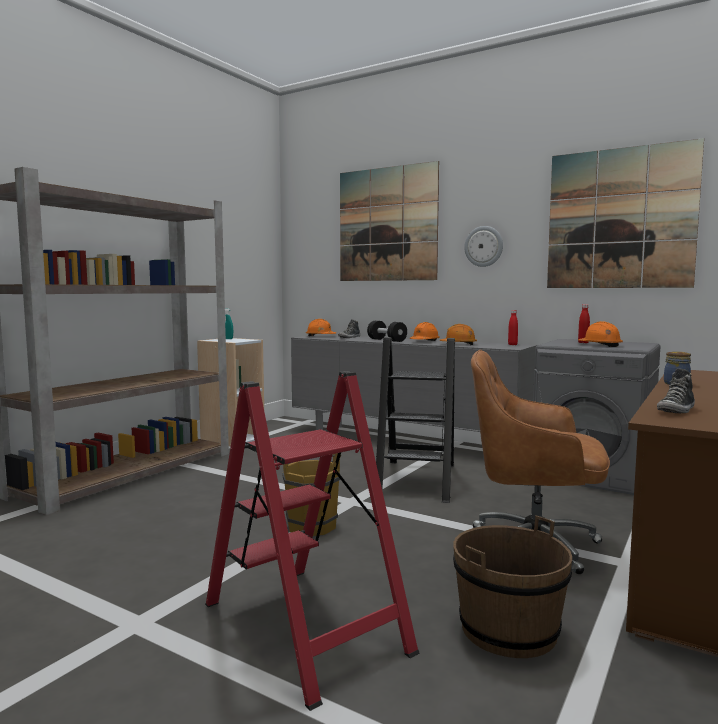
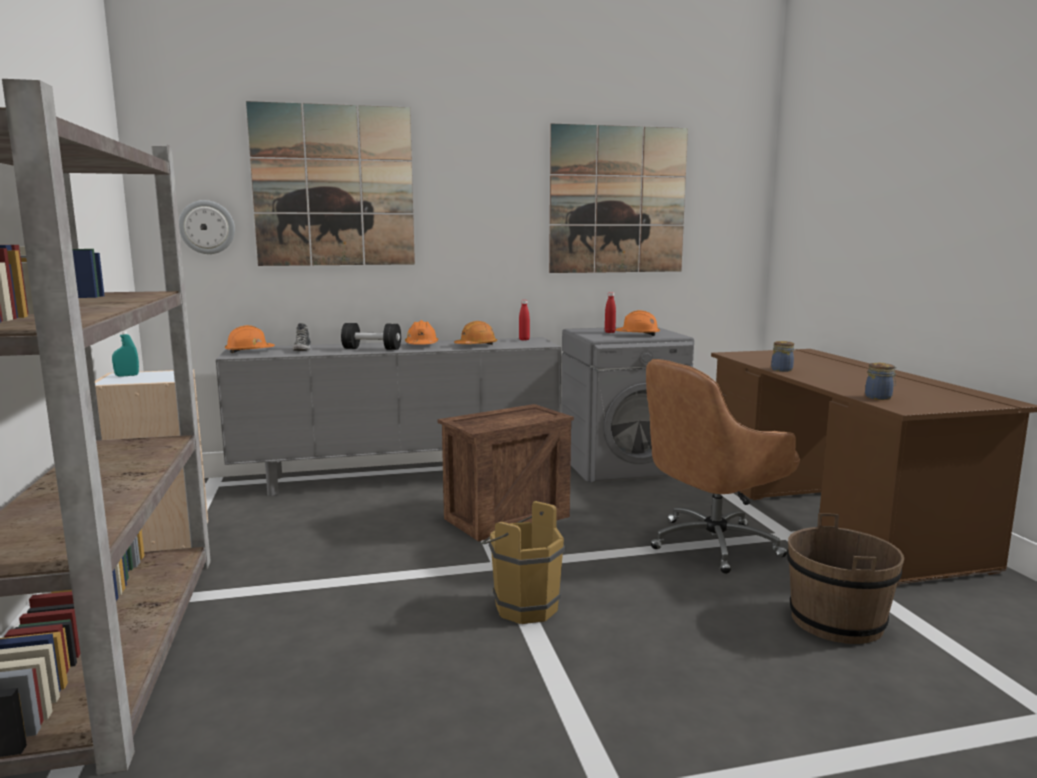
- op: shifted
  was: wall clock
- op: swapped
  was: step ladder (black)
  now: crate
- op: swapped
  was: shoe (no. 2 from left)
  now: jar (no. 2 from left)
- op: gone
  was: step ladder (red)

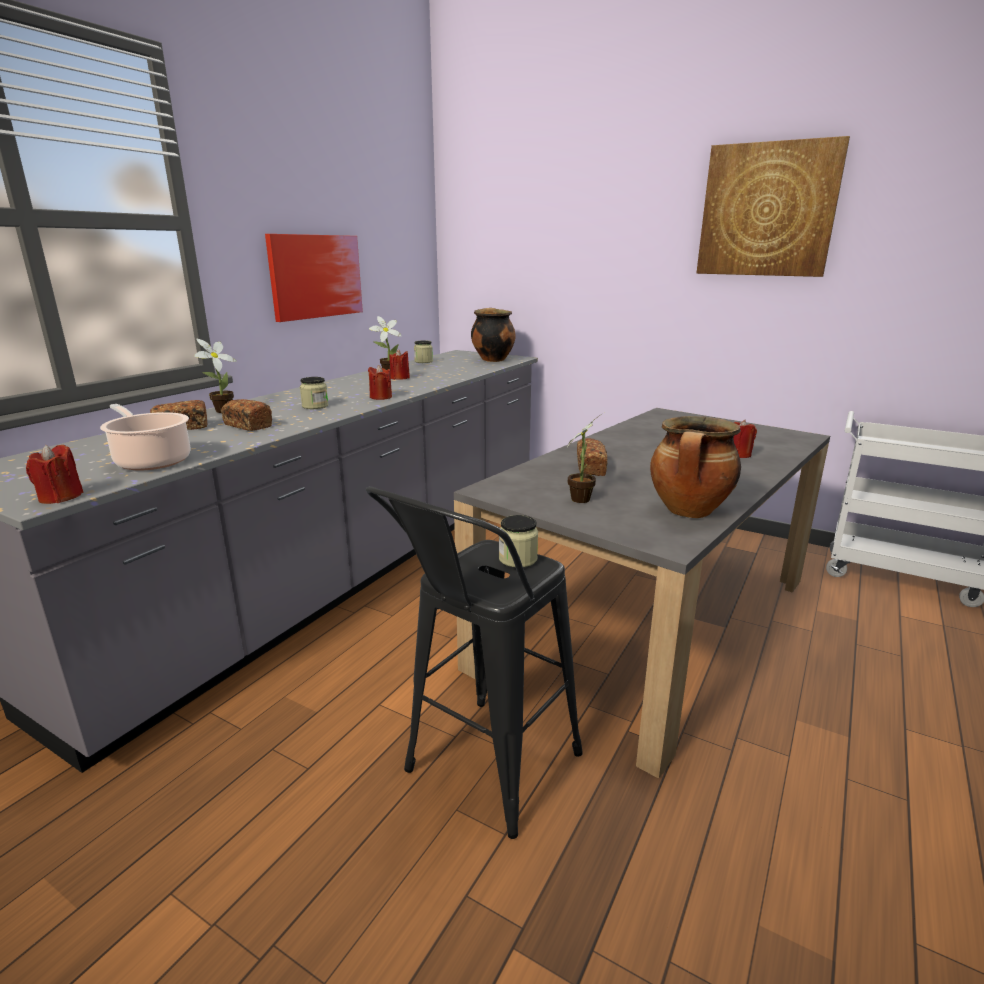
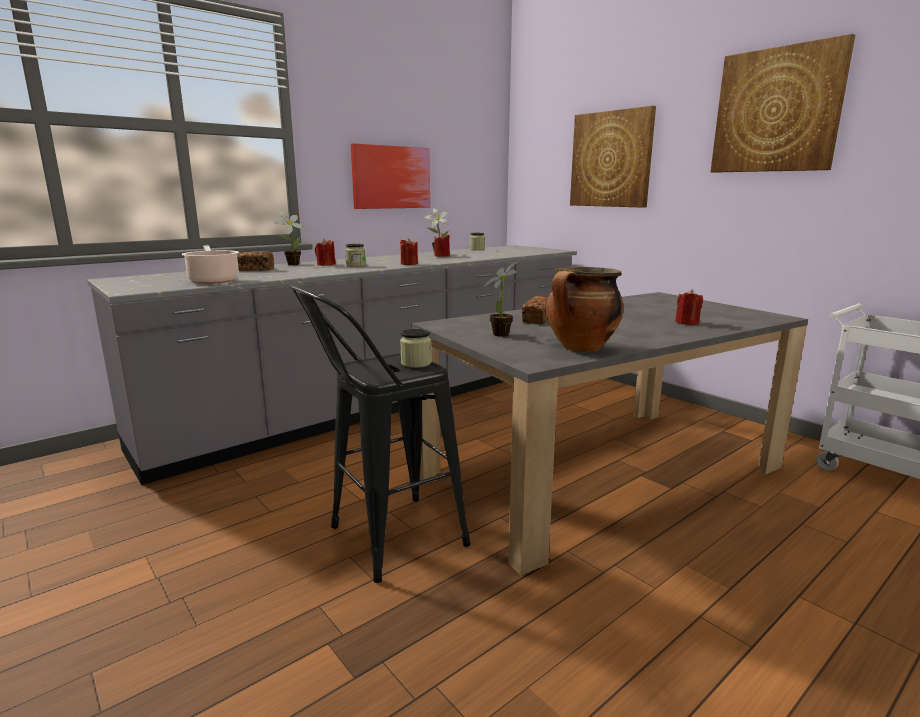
- op: shifted
  was: candle (red) (no. 1 from left)
- op: new
  now: picture (no. 2 from left)
- op: gone
  was: bread (no. 2 from left)
- op: gone
  was: cooking pot (no. 2 from left)

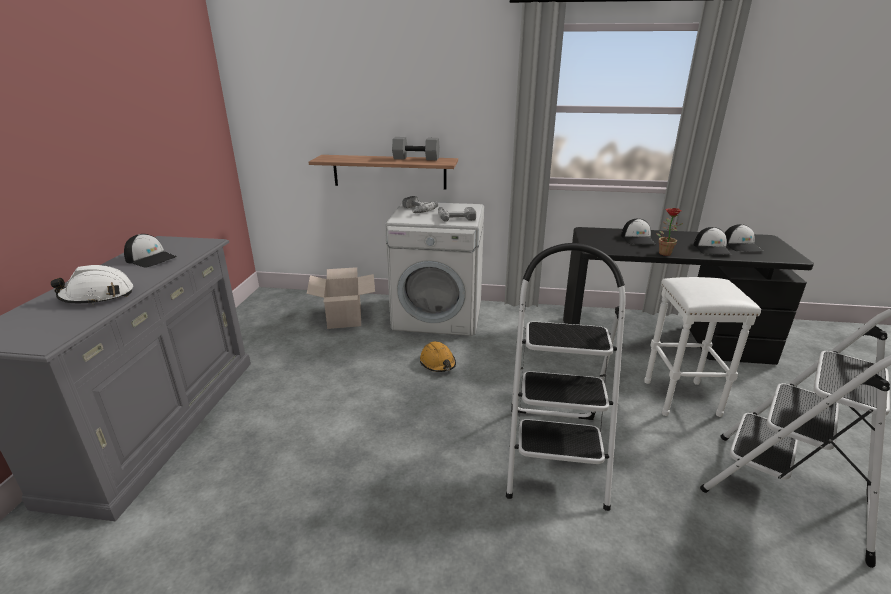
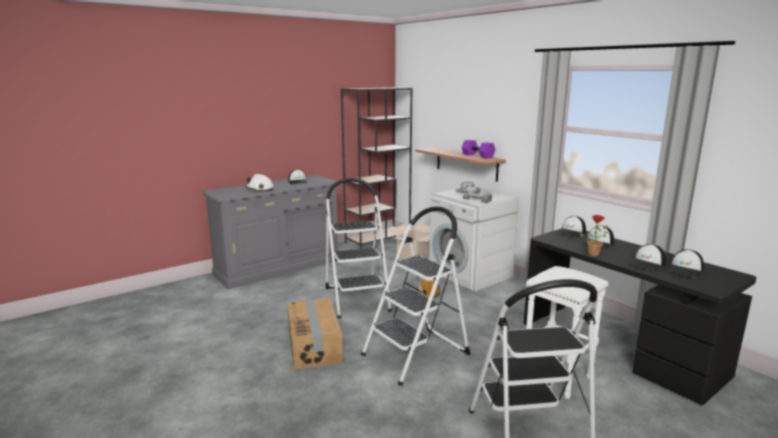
- op: new
  now: cardboard box (no. 1 from left)
- op: new
  now: step ladder (no. 1 from left)
- op: new
  now: bookcase
- op: repainted
  was: dumbbell (grey)
  now: dumbbell (purple)
- op: new
  now: cap (no. 2 from left)

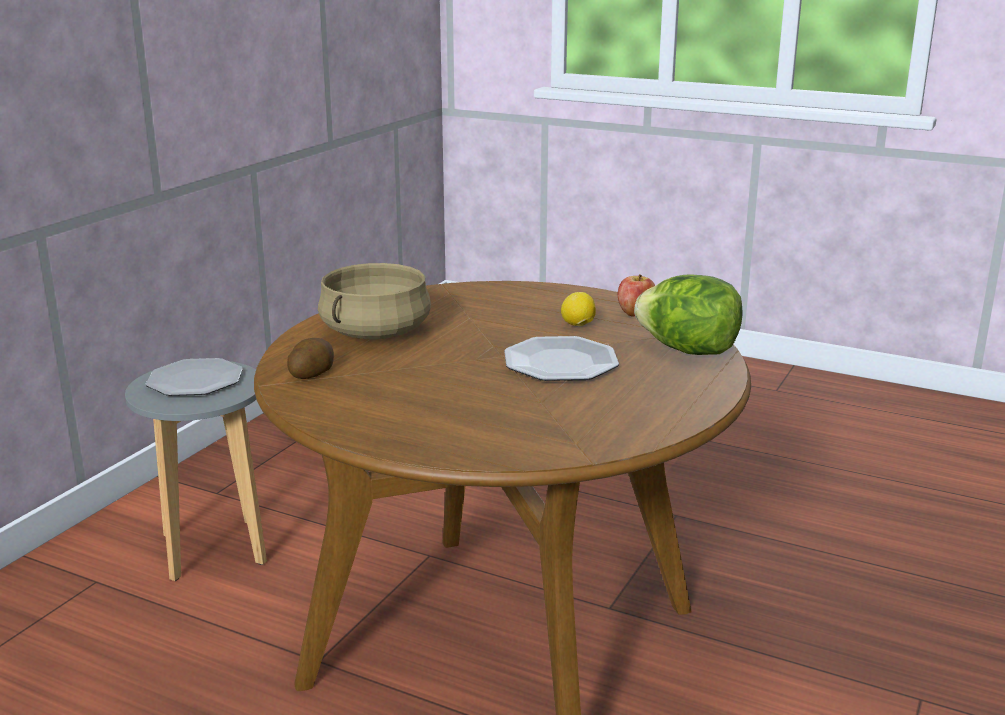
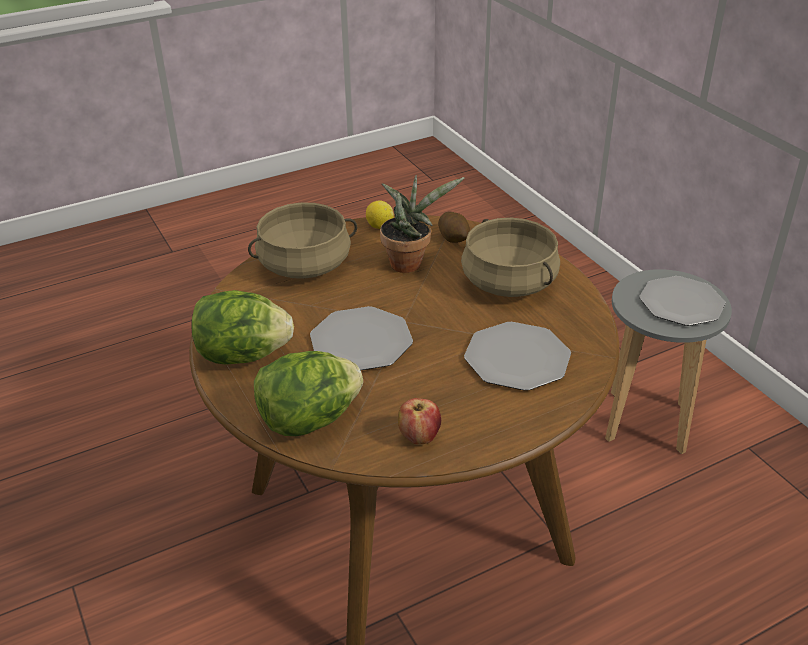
- op: new
  now: lettuce (no. 1 from left)
- op: new
  now: cooking pot (beige) (no. 1 from left)
- op: shifted
  was: lemon
- op: new
  now: potted plant
- op: new
  now: plate (no. 2 from left)

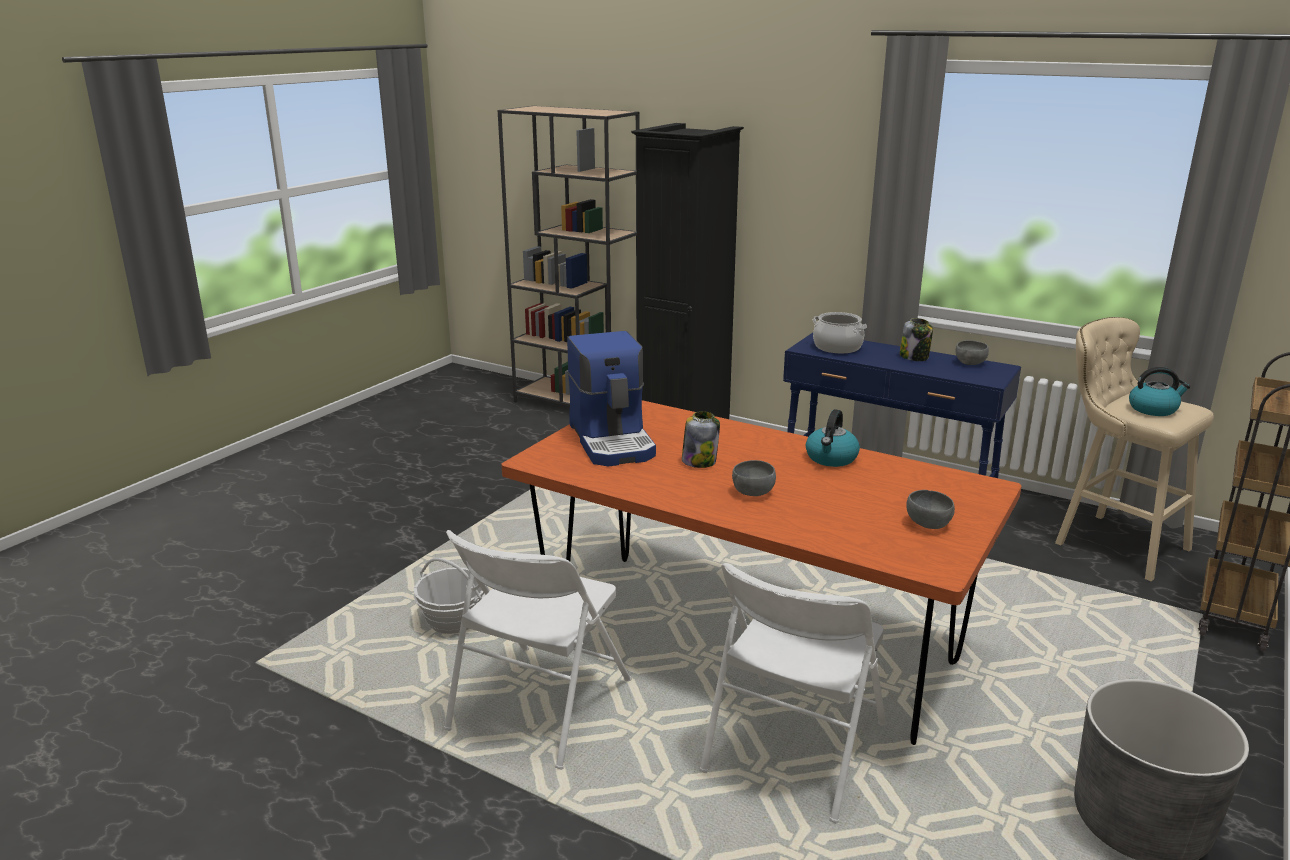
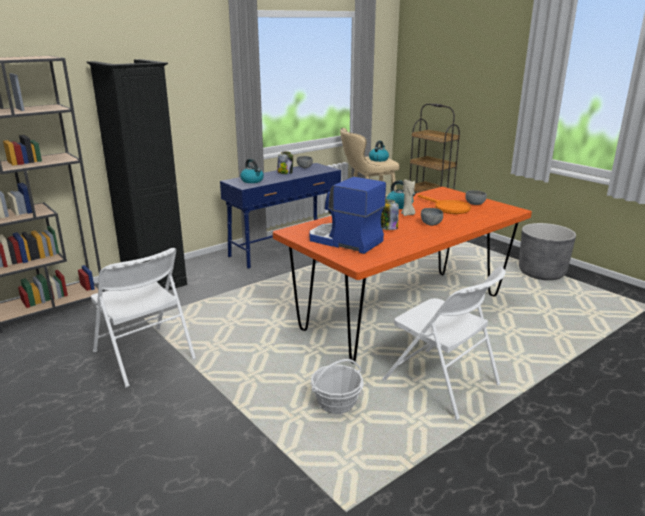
- op: shifted
  was: chair (white) (no. 2 from left in the first image)
  now: chair (white) (no. 1 from left)
- op: swapped
  was: cooking pot
  now: kettle (no. 1 from left)
- op: rotated
  was: coffee machine
  clockwise: -150
- op: new
  now: candle (beige)
- op: new
  now: frying pan (orange)

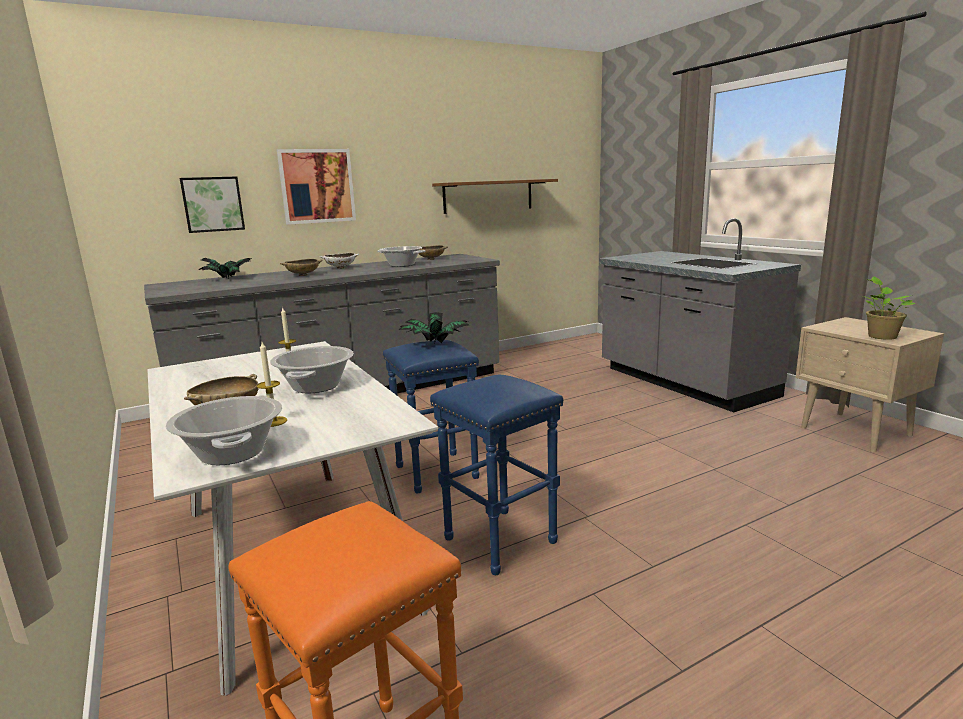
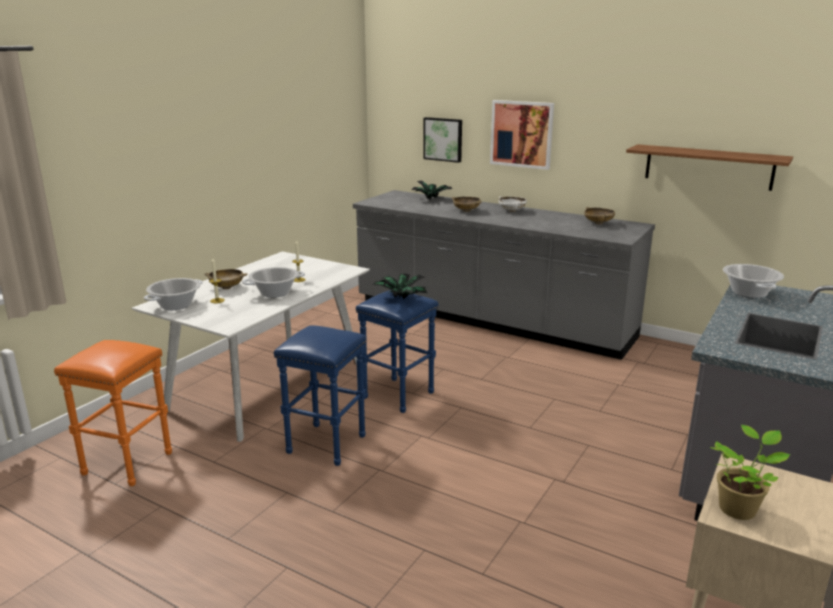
- op: shifted
  was: cooking pot (no. 3 from left)

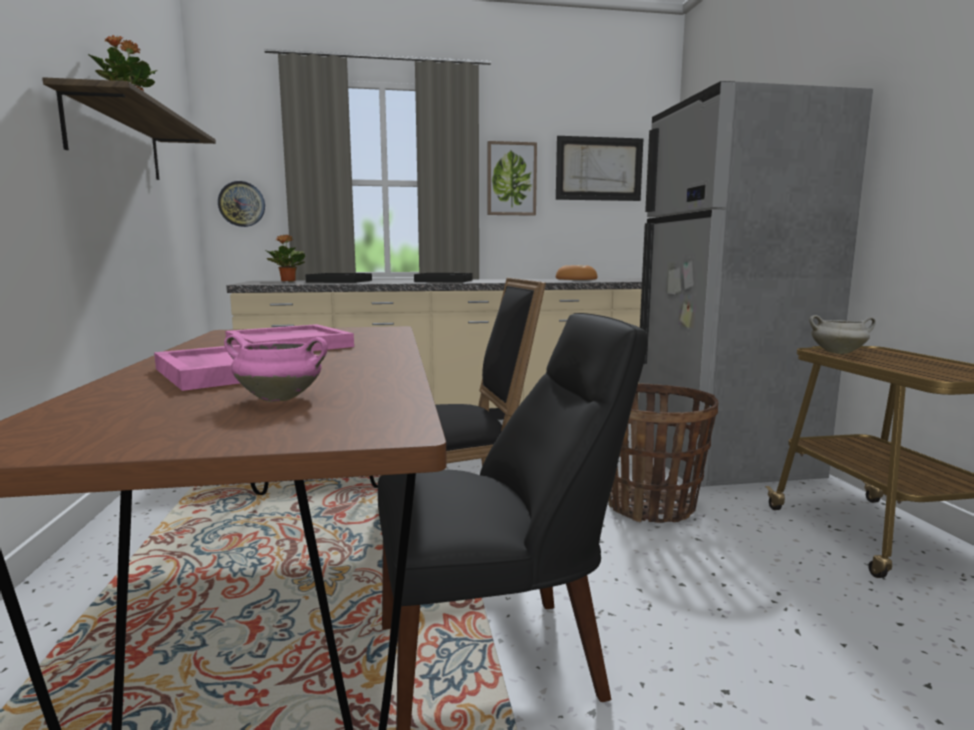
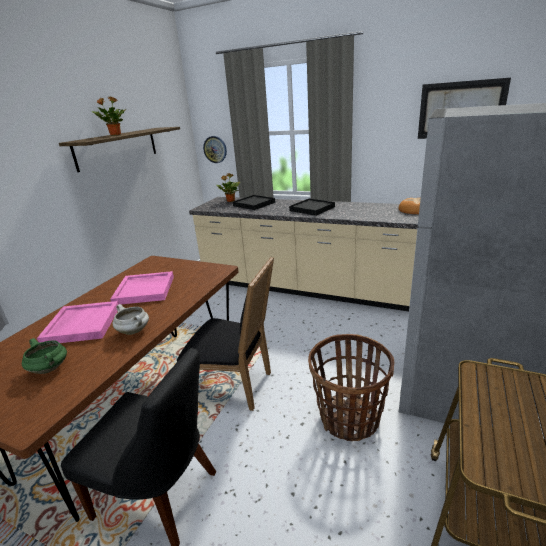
- op: repainted
  was: cooking pot (pink)
  now: cooking pot (green)
- op: shifted
  was: cooking pot (white)
- op: gone
  was: picture (no. 1 from left)

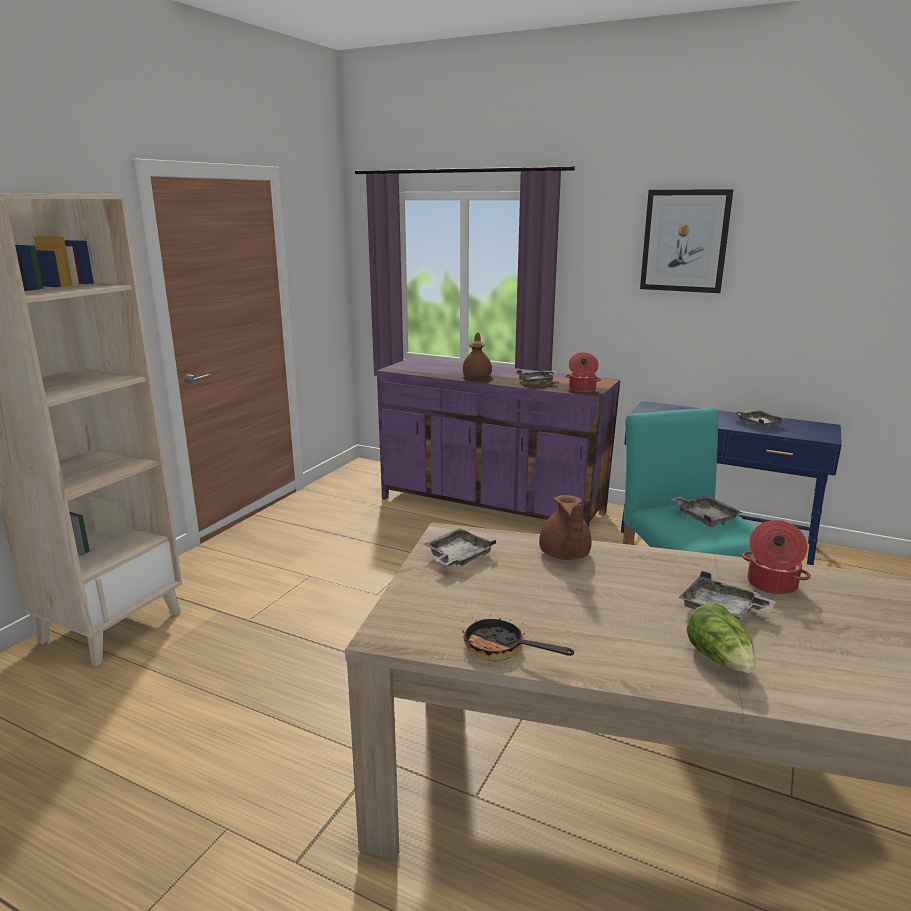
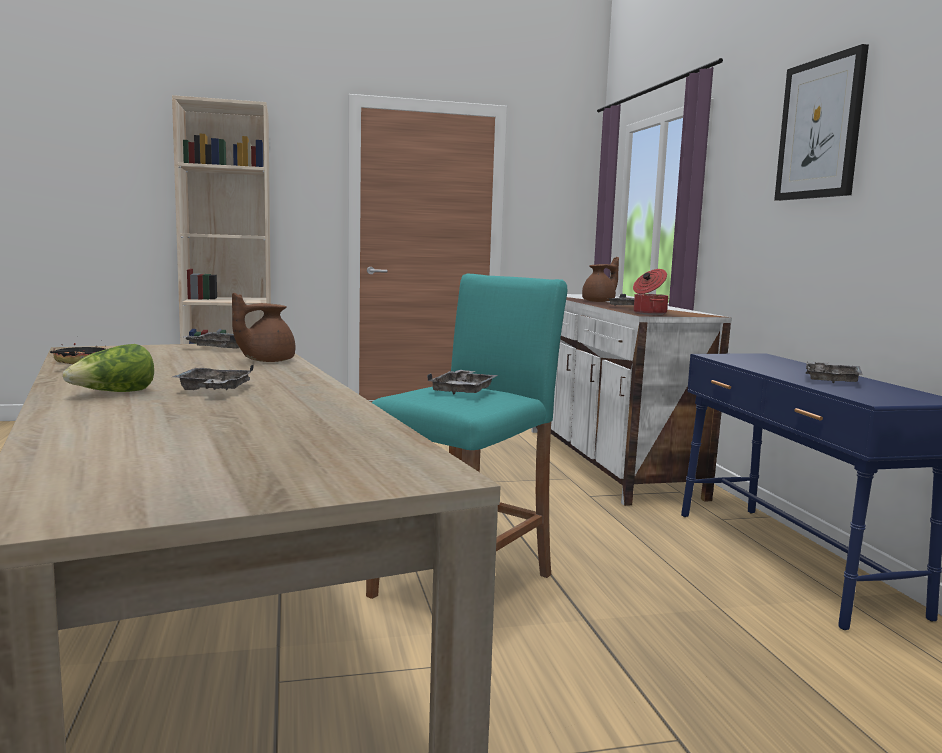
- op: repainted
  was: cabinet (purple)
  now: cabinet (white)
- op: gone
  was: cooking pot (no. 2 from left)

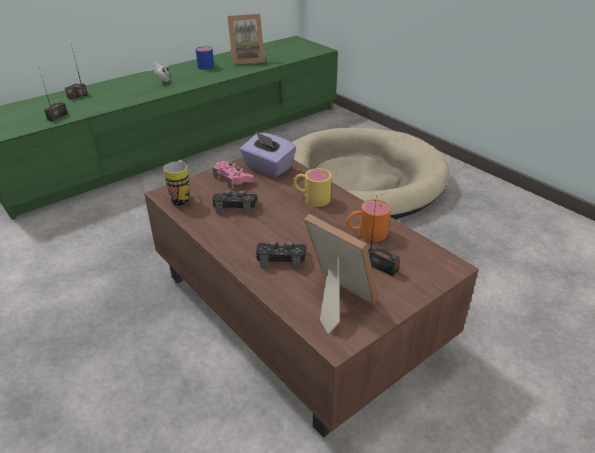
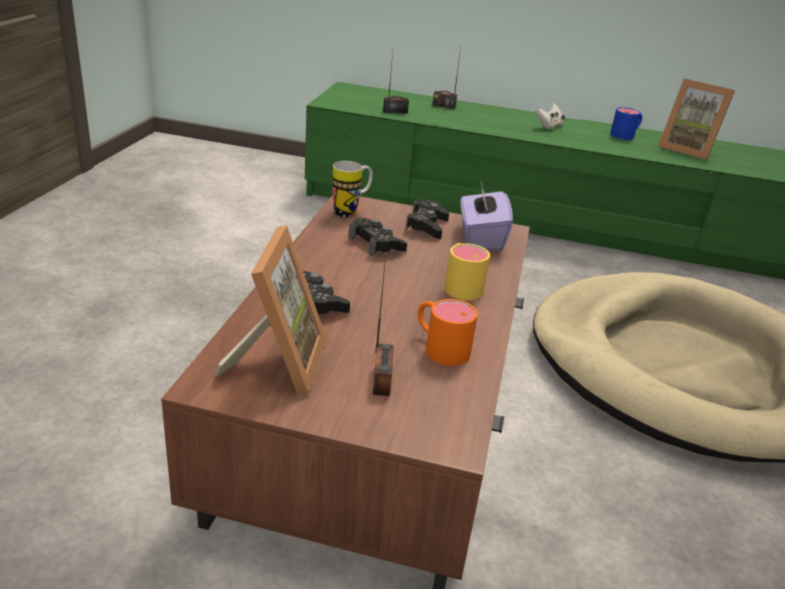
- op: repainted
  was: game controller (pink)
  now: game controller (black) (no. 3 from left)

